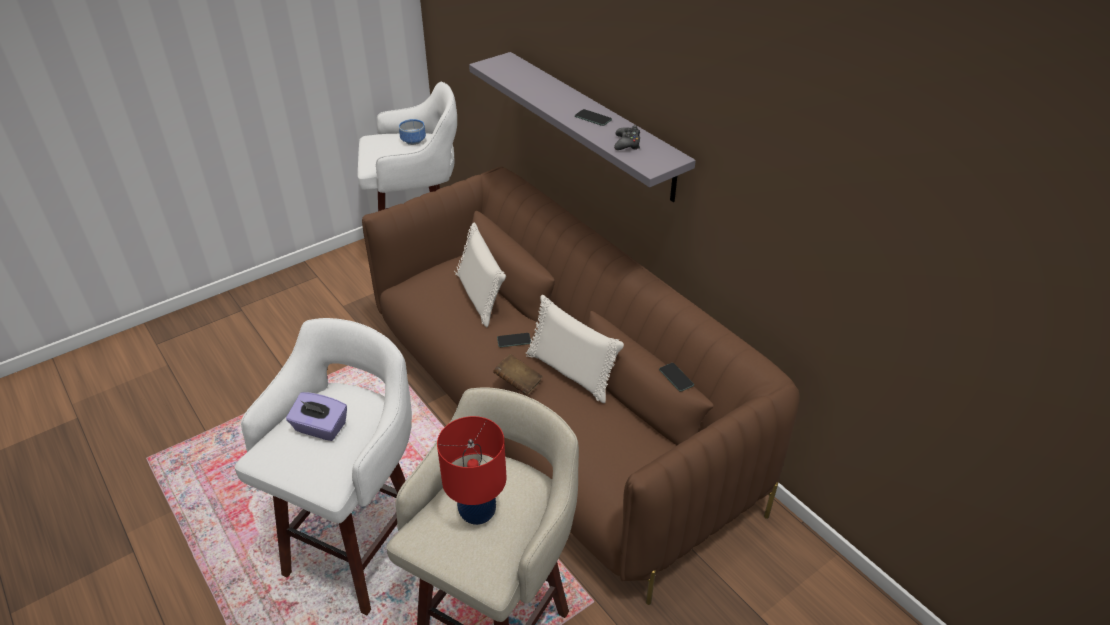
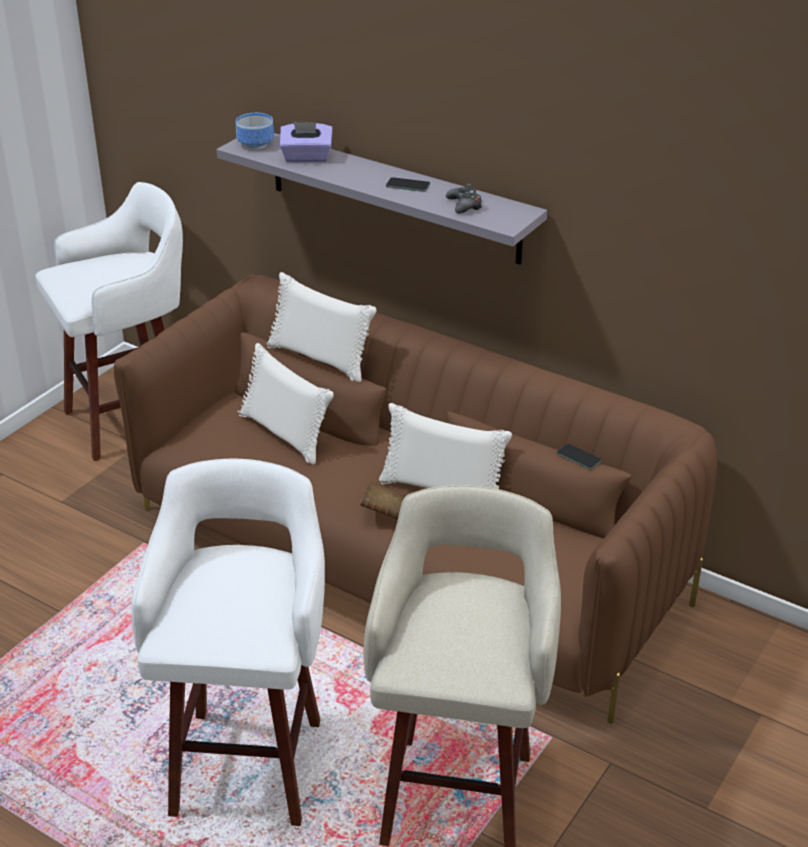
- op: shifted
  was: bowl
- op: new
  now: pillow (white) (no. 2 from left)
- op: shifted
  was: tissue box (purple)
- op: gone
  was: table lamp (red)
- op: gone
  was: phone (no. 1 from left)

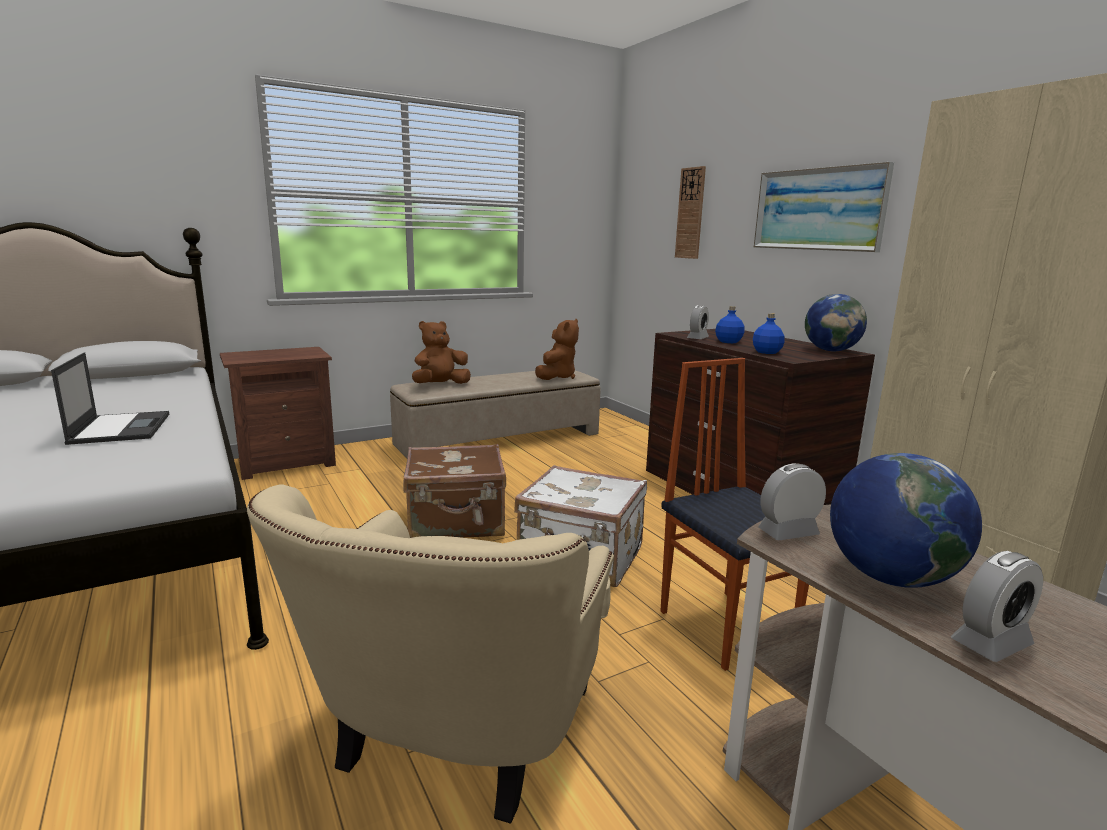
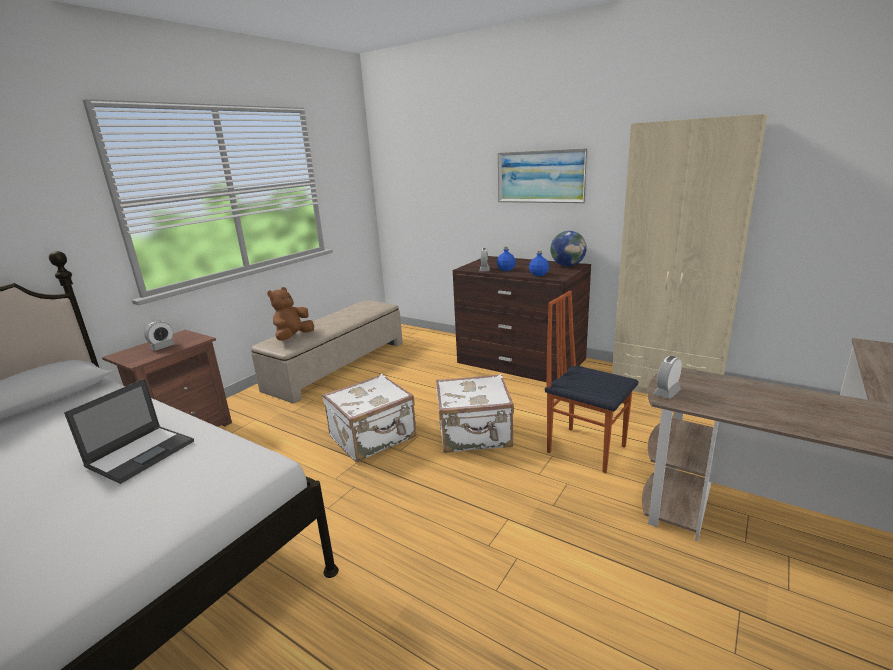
- op: rotated
  was: laptop
  clockwise: 75
- op: shifted
  was: alarm clock (no. 3 from left in the first image)
  now: alarm clock (no. 1 from left)
- op: repainted
  was: suitcase (brown)
  now: suitcase (white) (no. 1 from left)
- op: gone
  was: armchair (beige)
- op: gone
  was: plush toy (brown) (no. 2 from left)
- op: gone
  was: wall clock
- op: gone
  was: globe (no. 2 from left)

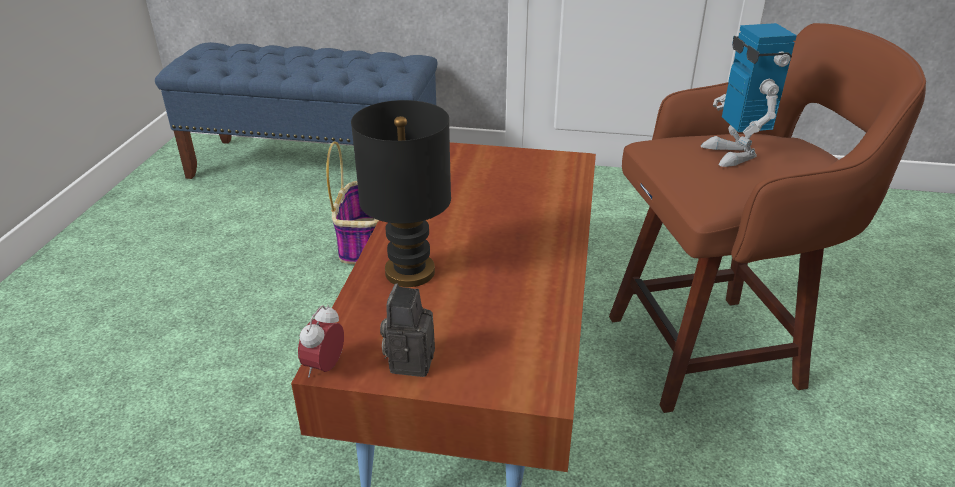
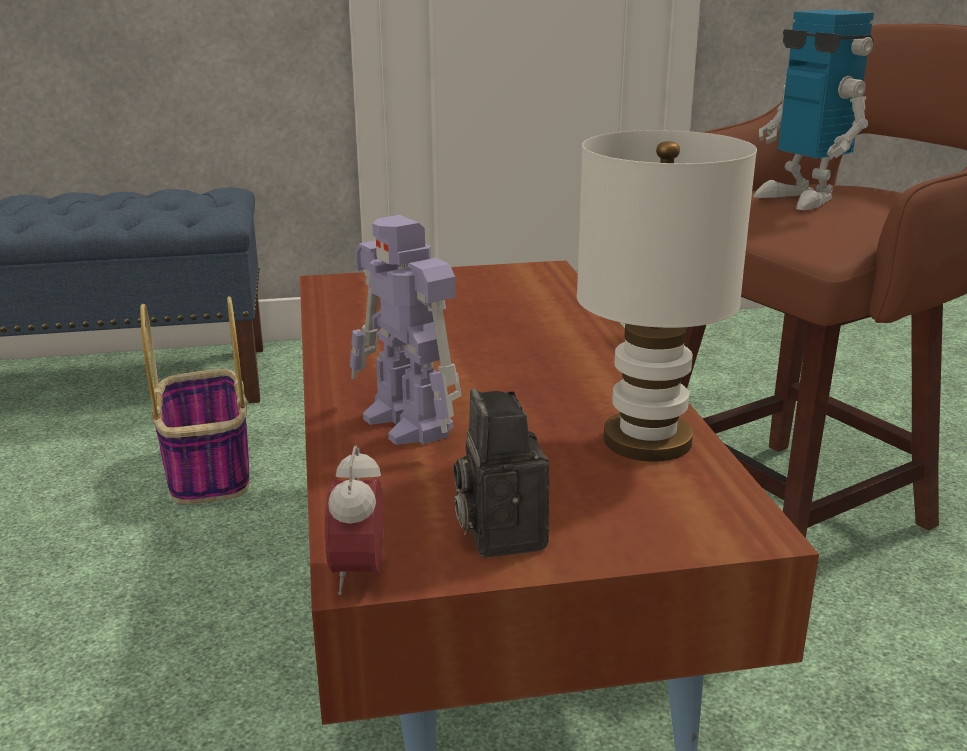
- op: swapped
  was: table lamp (black)
  now: toy robot (no. 1 from left)
- op: new
  now: table lamp (white)

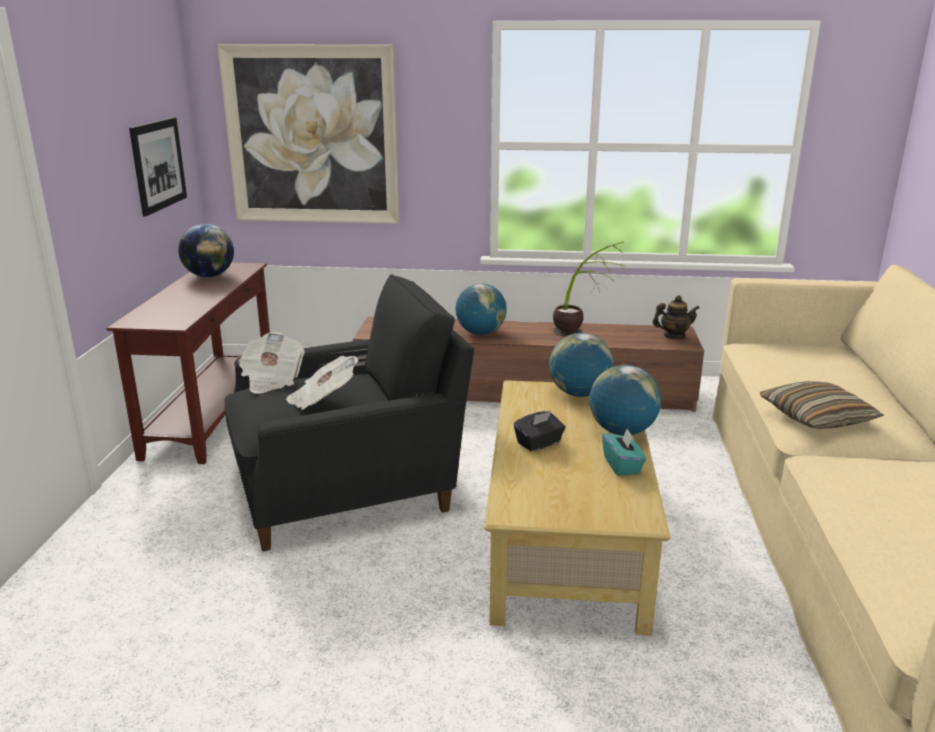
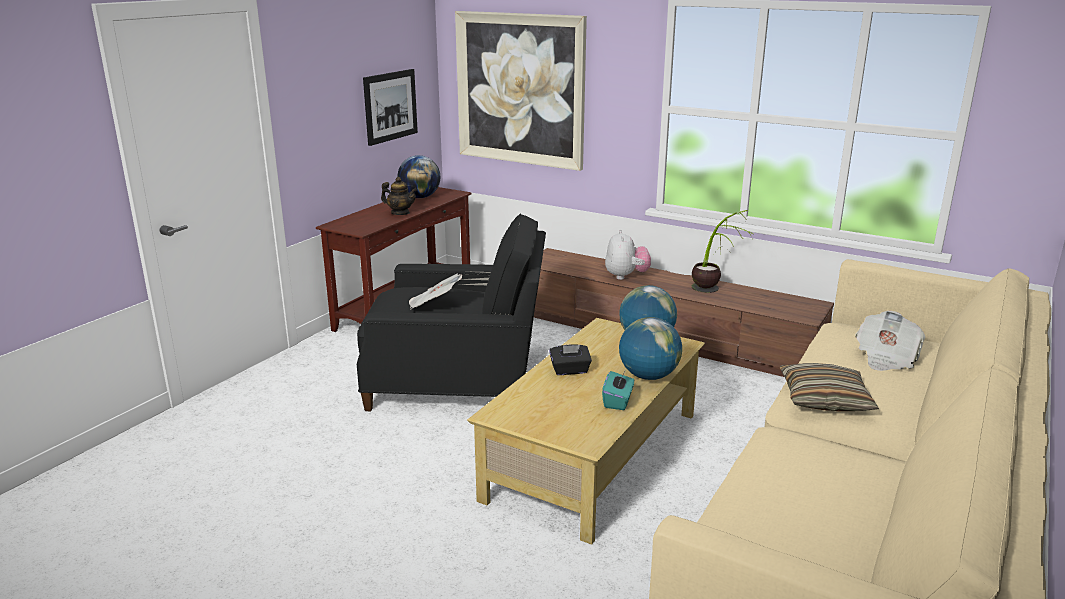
- op: shifted
  was: teapot
- op: swapped
  was: globe (no. 2 from left)
  now: plush toy
- op: shifted
  was: newspaper (no. 1 from left in the first image)
  now: newspaper (no. 2 from left)

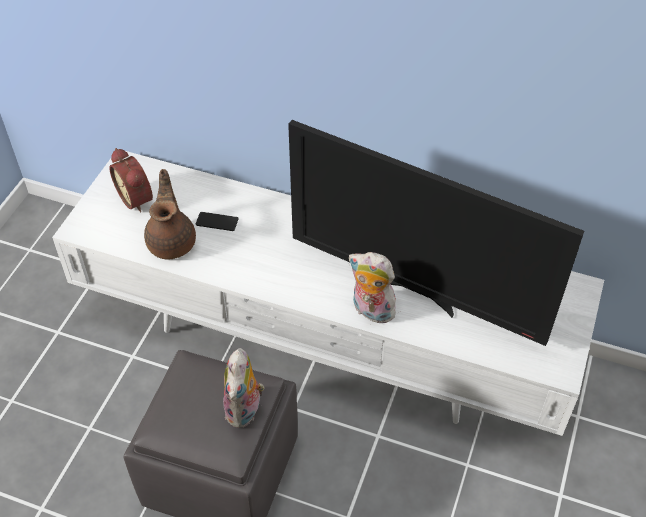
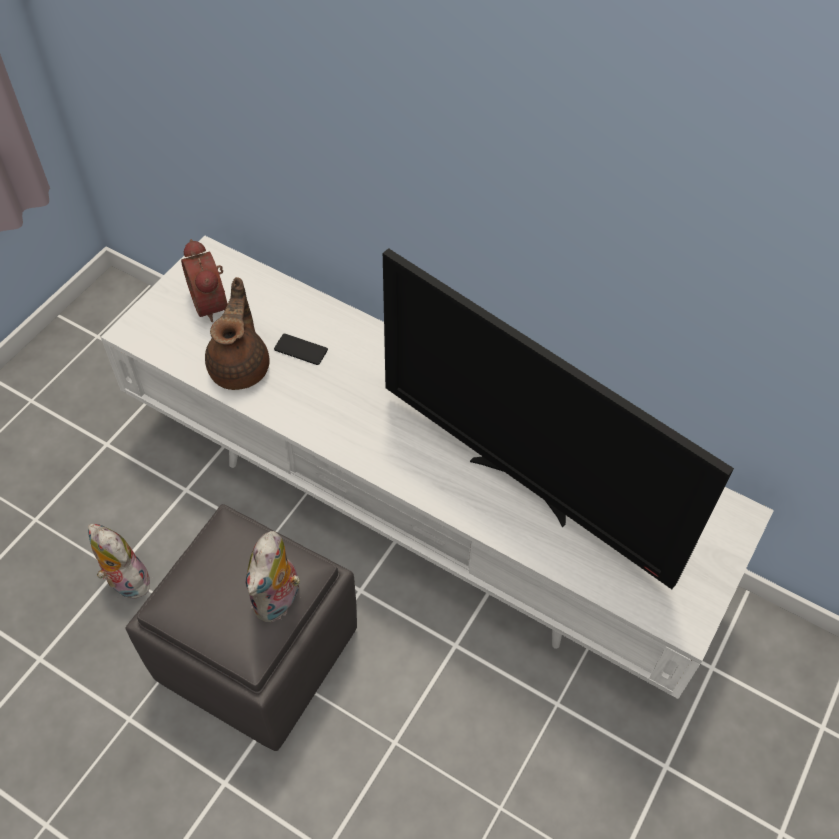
- op: shifted
  was: plush toy (no. 2 from left in the first image)
  now: plush toy (no. 1 from left)

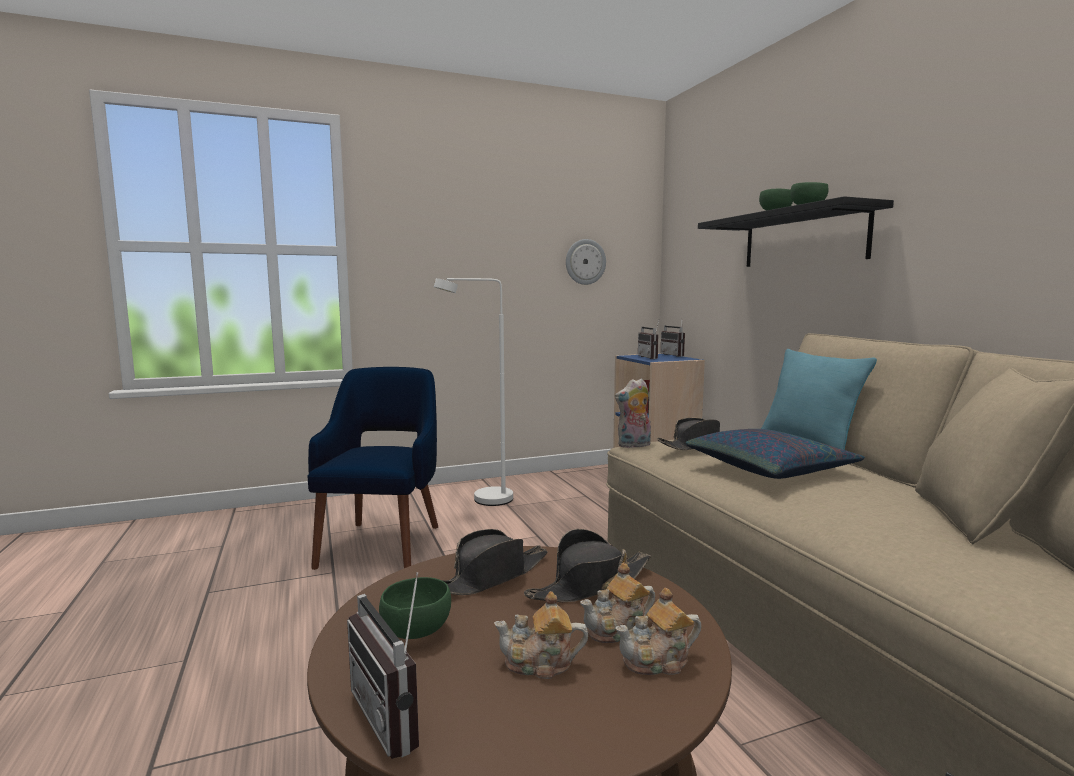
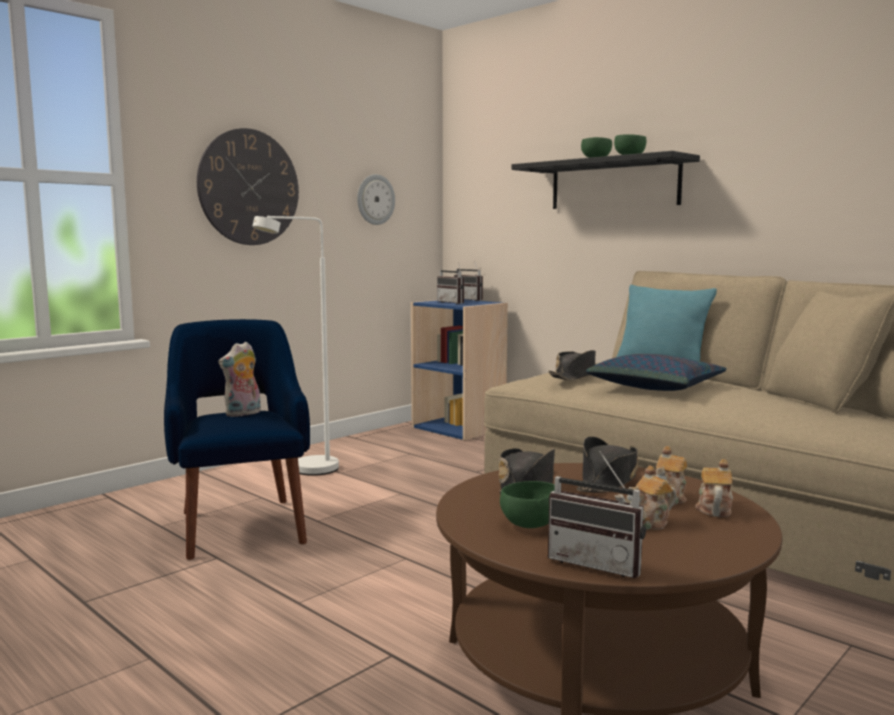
- op: new
  now: wall clock (no. 1 from left)
- op: shifted
  was: plush toy
- op: rotated
  was: teapot (no. 3 from left)
  clockwise: 150

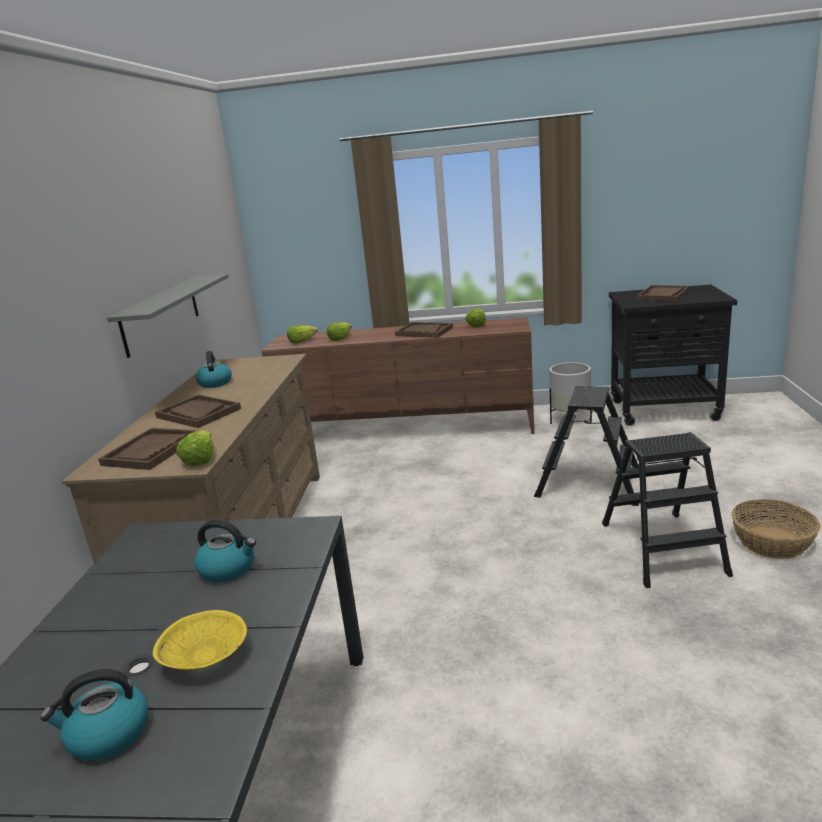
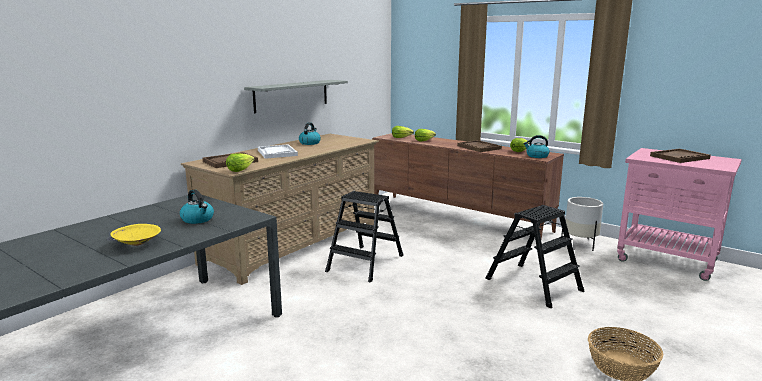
- op: repainted
  was: tray (brown) (no. 2 from left)
  now: tray (white)
- op: shifted
  was: step ladder (black) (no. 2 from left in the first image)
  now: step ladder (black) (no. 1 from left)
- op: shifted
  was: kettle (no. 1 from left in the first image)
  now: kettle (no. 3 from left)
- op: repainted
  was: cart (black)
  now: cart (pink)

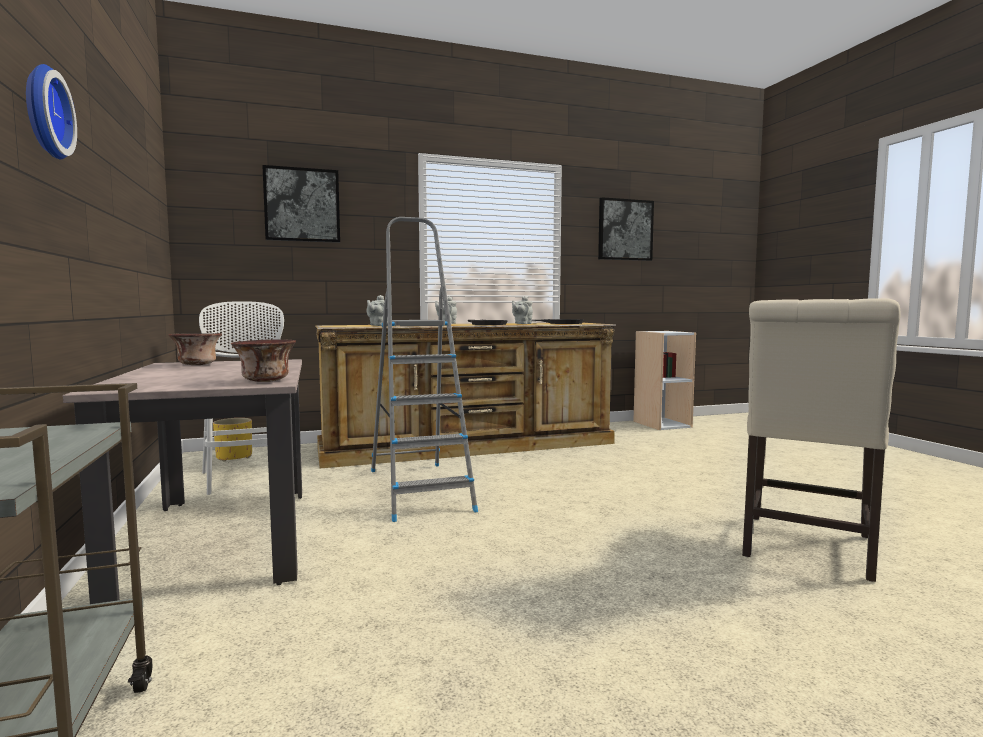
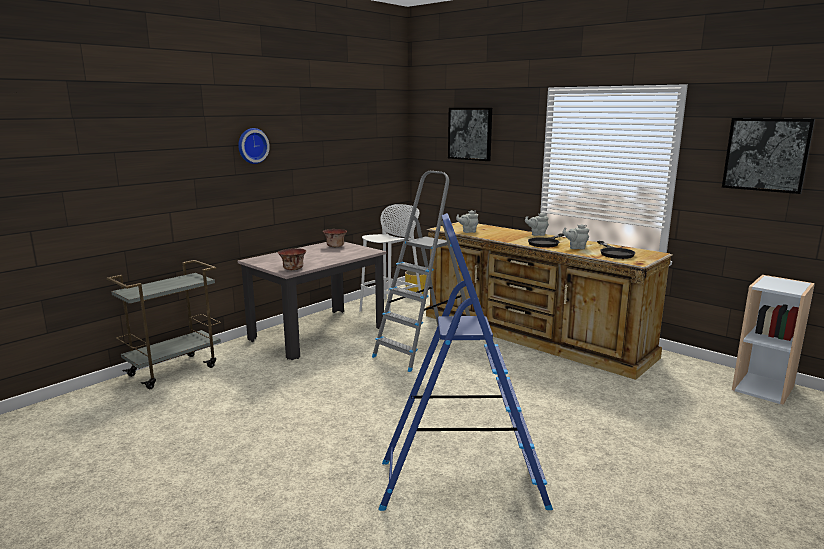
- op: swapped
  was: chair (beige)
  now: step ladder (blue)

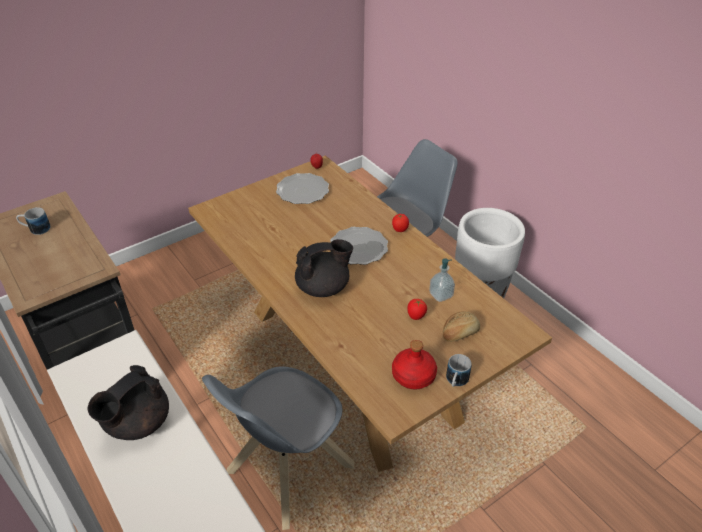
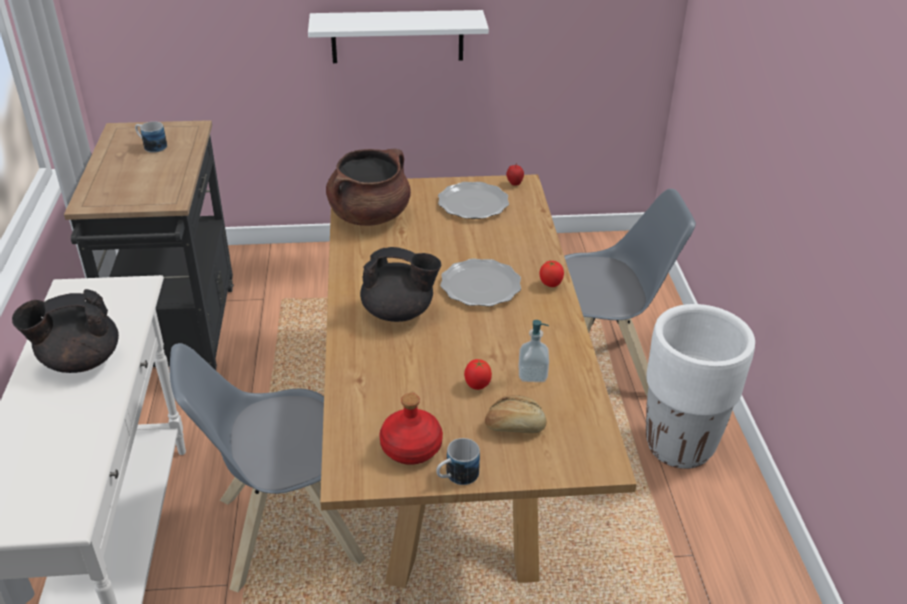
- op: new
  now: shelf (white)
- op: new
  now: cooking pot (brown)

